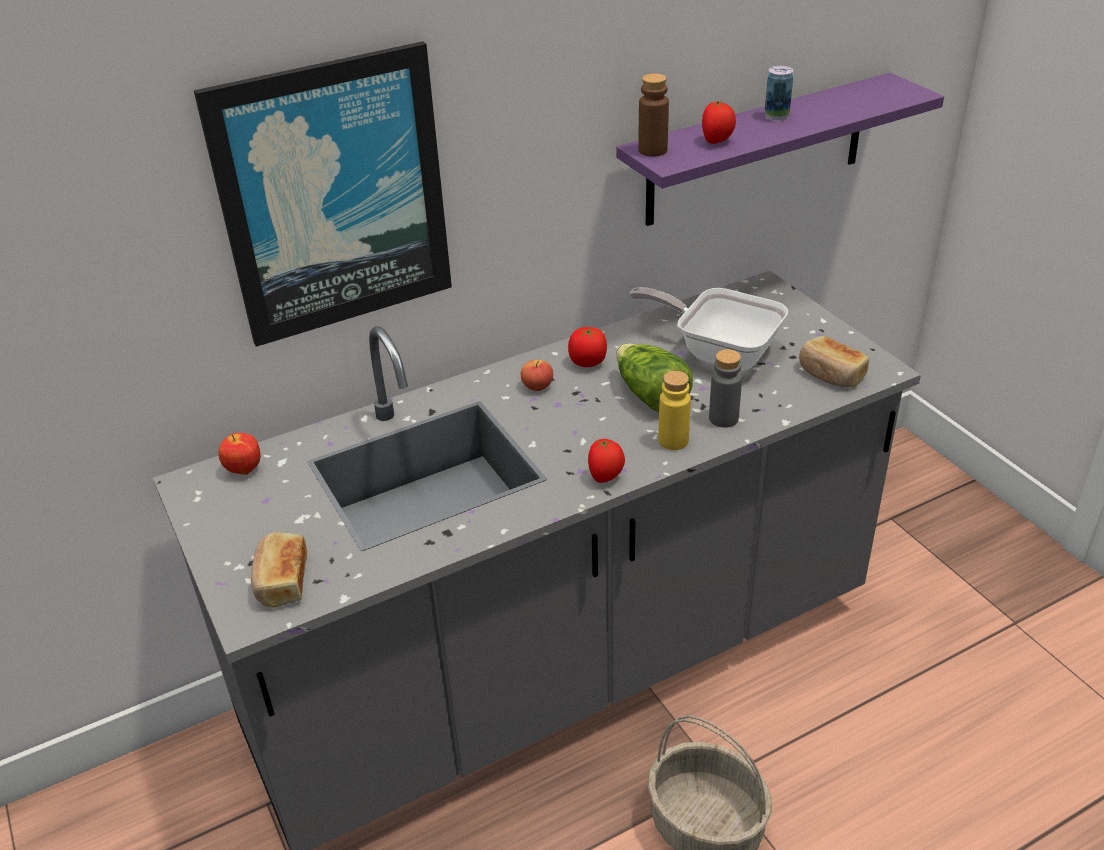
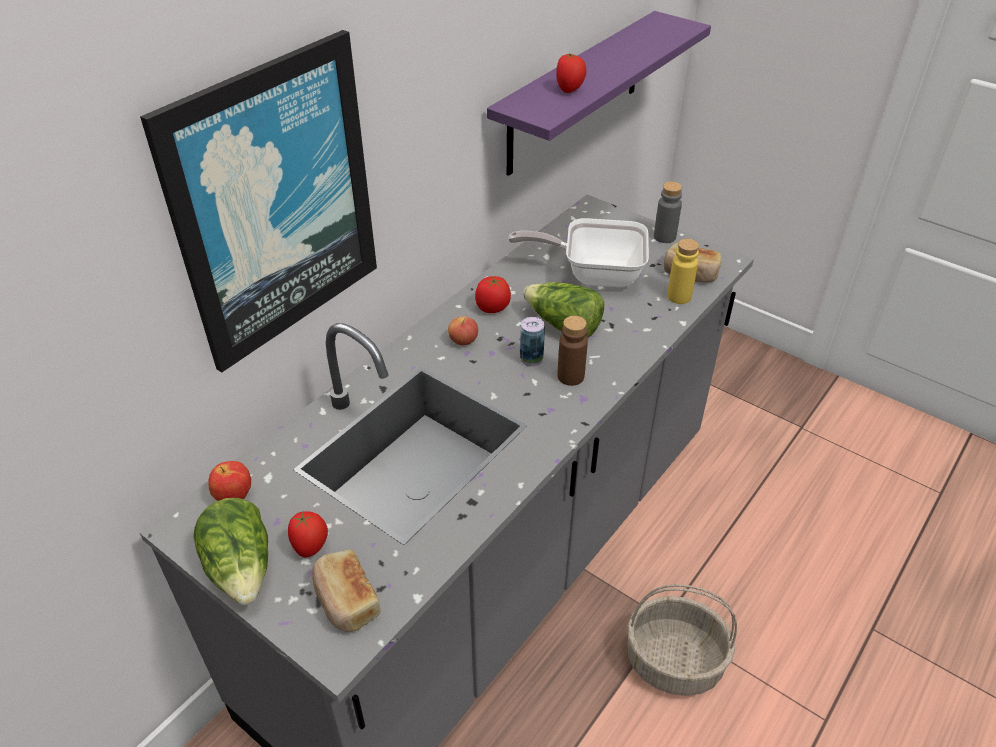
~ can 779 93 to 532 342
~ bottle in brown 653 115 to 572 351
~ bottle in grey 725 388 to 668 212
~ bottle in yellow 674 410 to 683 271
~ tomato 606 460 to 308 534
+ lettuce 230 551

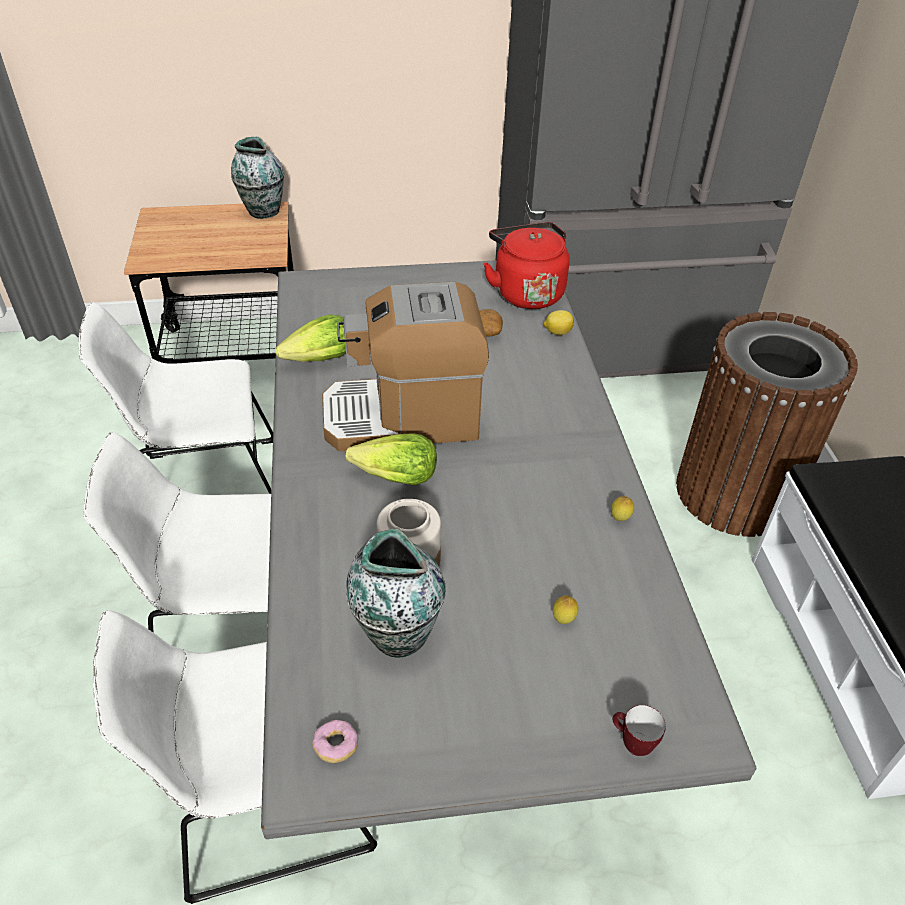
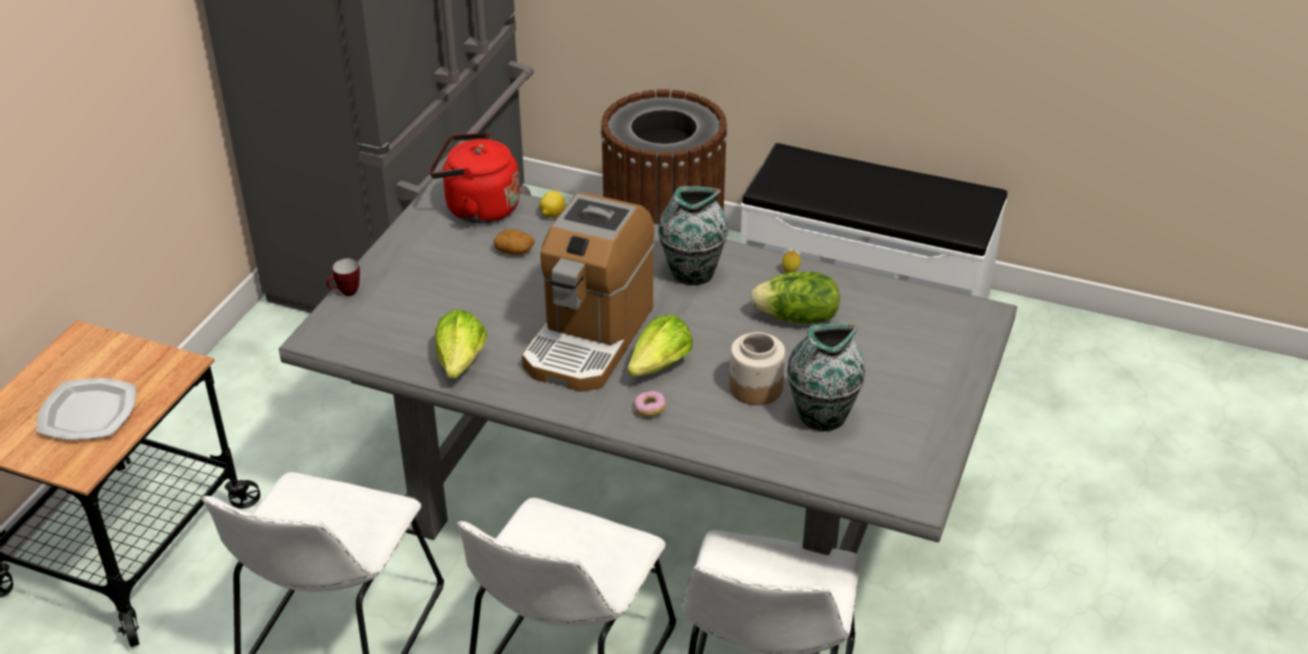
~ vase 257 178 to 693 235
- lemon 566 610
~ mug 639 730 to 343 277
~ donut 335 741 to 650 404
+ lettuce 795 298
+ plate 86 409

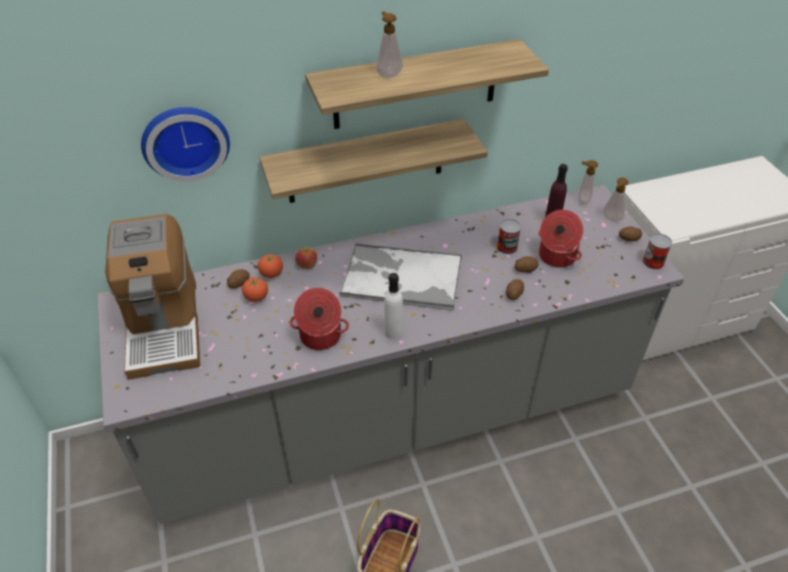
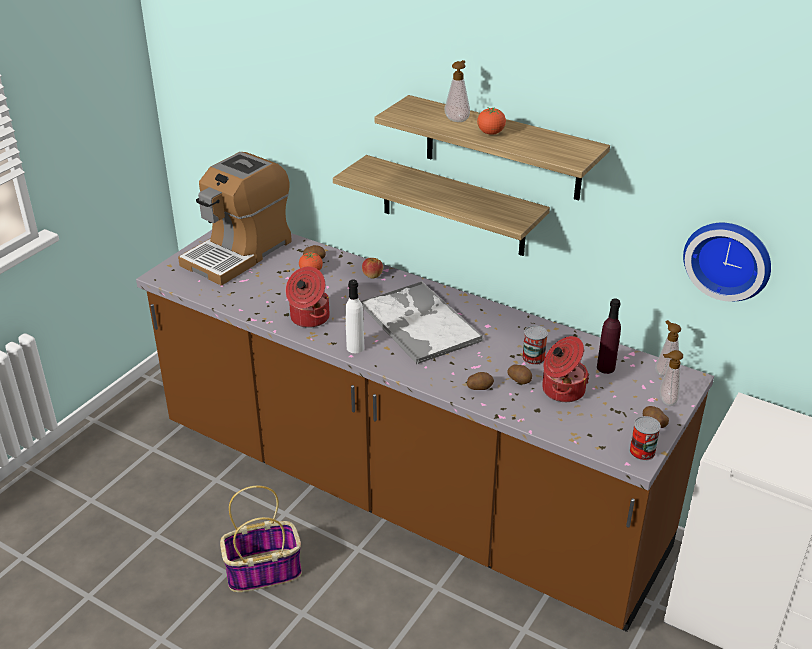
~ wall clock 185 144 to 727 262
~ counter in grey 390 354 to counter in brown 425 431
~ tomato 270 266 to 491 121

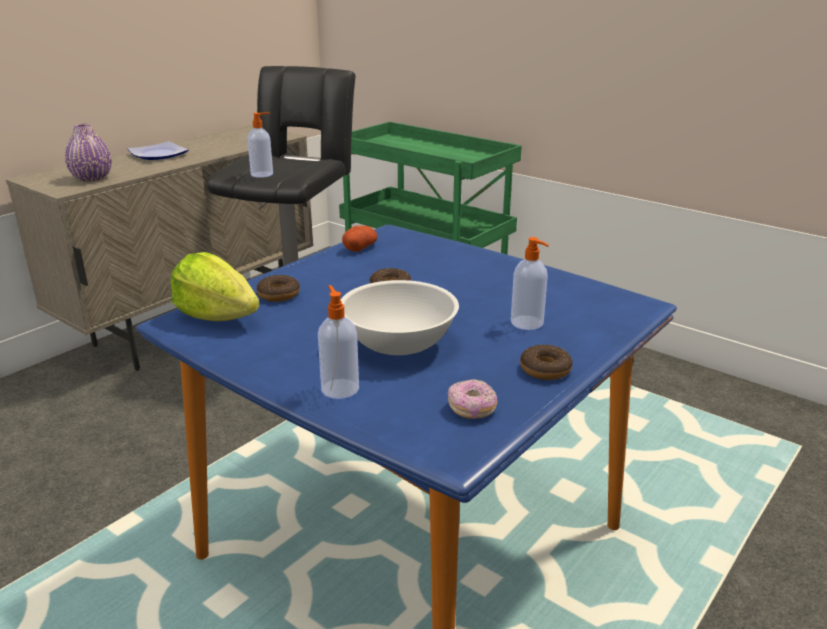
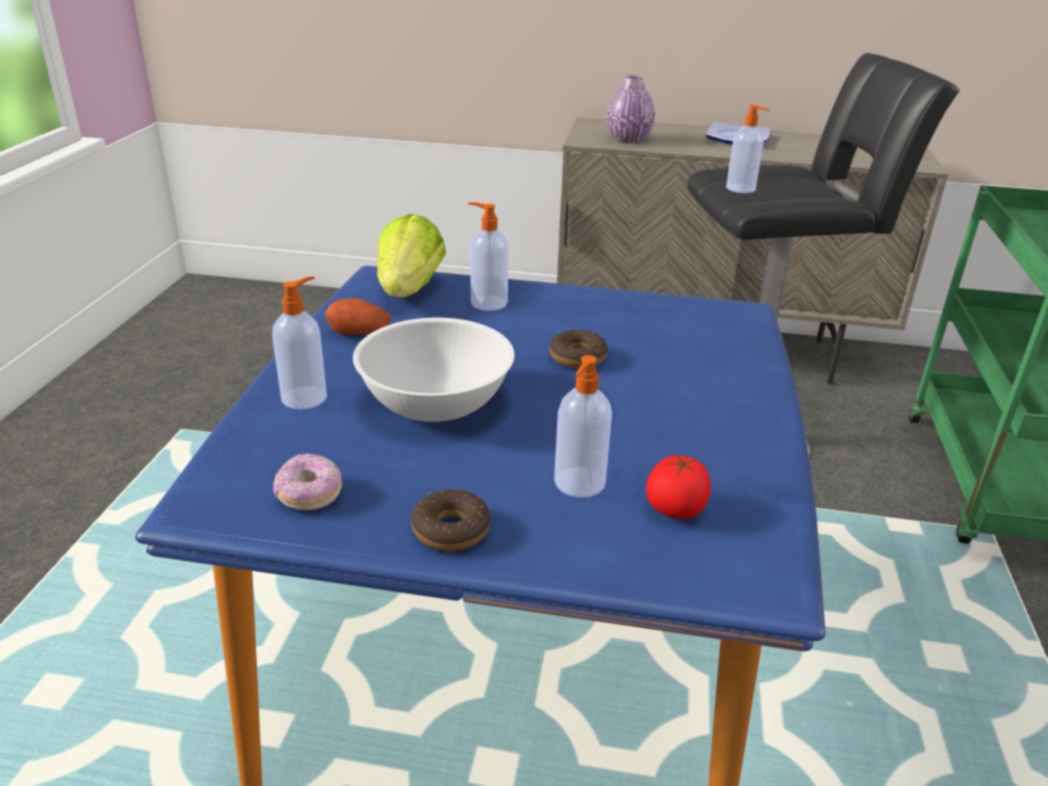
~ potato 359 239 to 358 316
~ donut 278 288 to soap dispenser 488 256
+ tomato 678 486

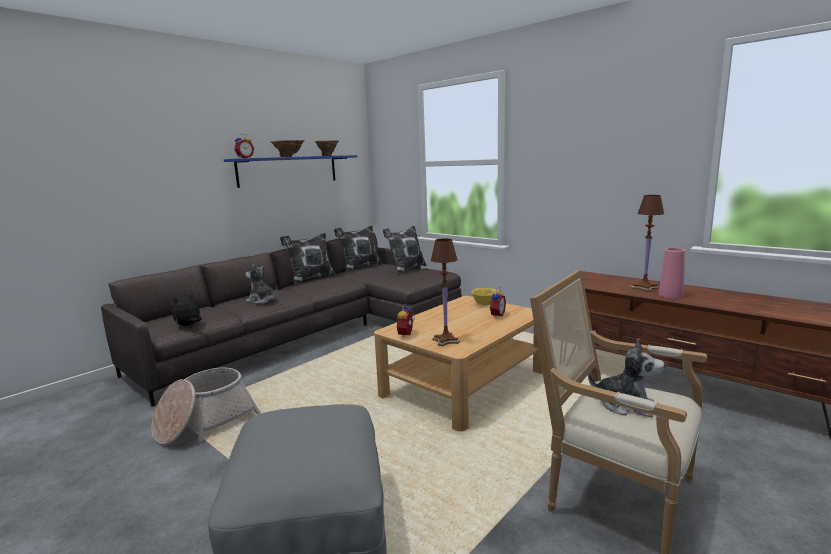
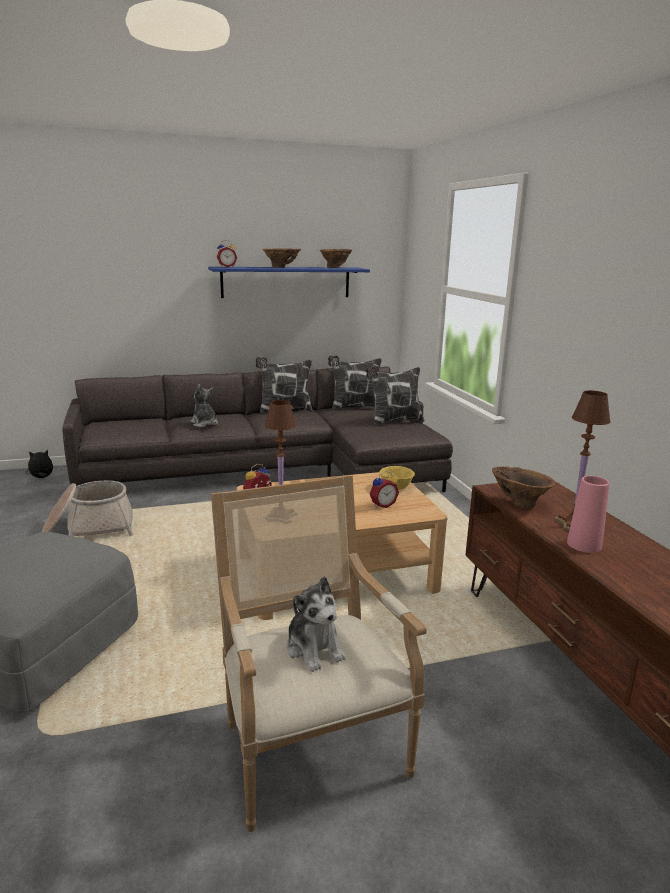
~ plush toy 187 309 to 39 464
+ vase in brown 523 487

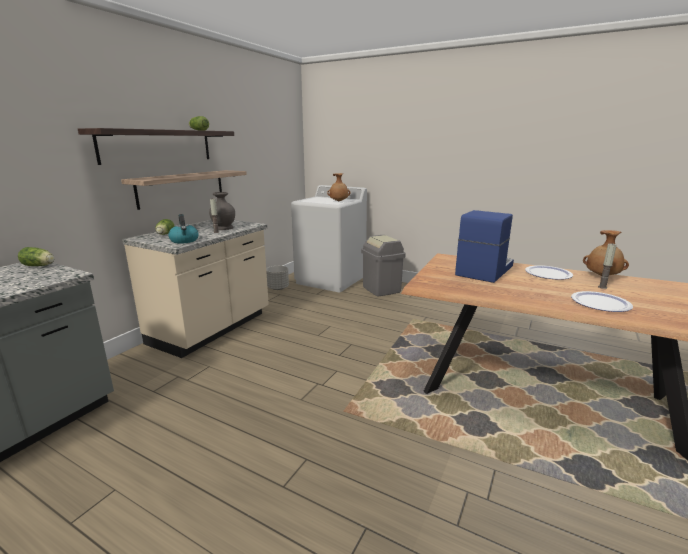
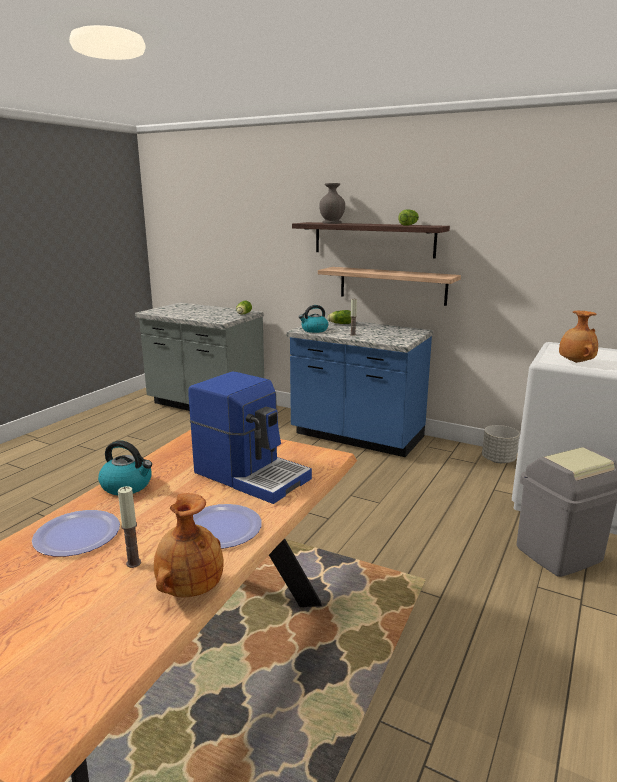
~ vase in grey 222 211 to 332 203
~ counter in beige 195 289 to counter in blue 360 387
+ kettle 125 467

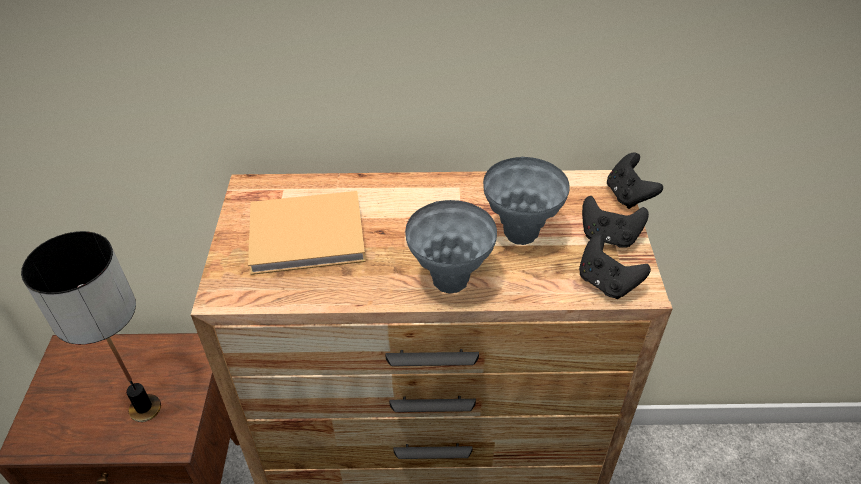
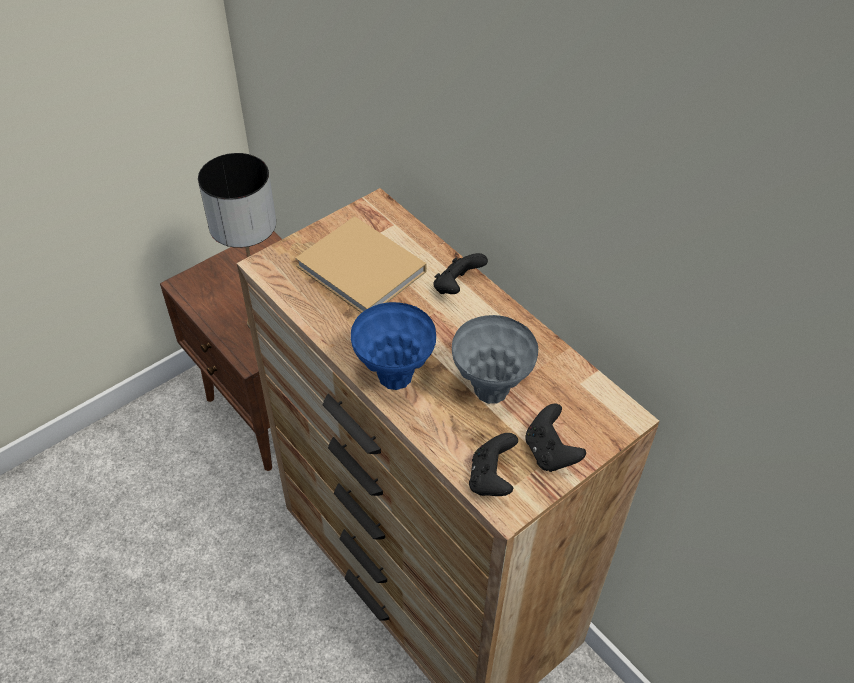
~ game controller in black 635 181 to 460 273
~ vase in grey 451 246 to vase in blue 393 346

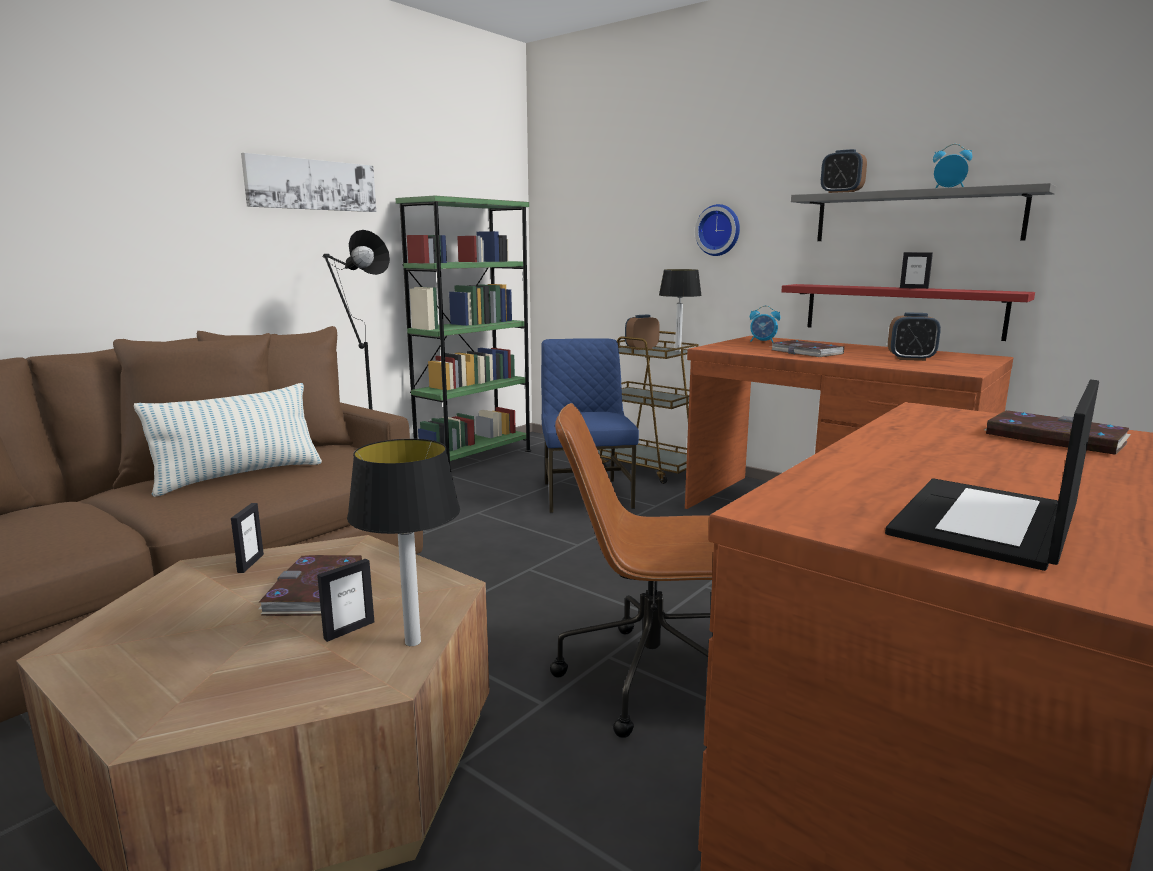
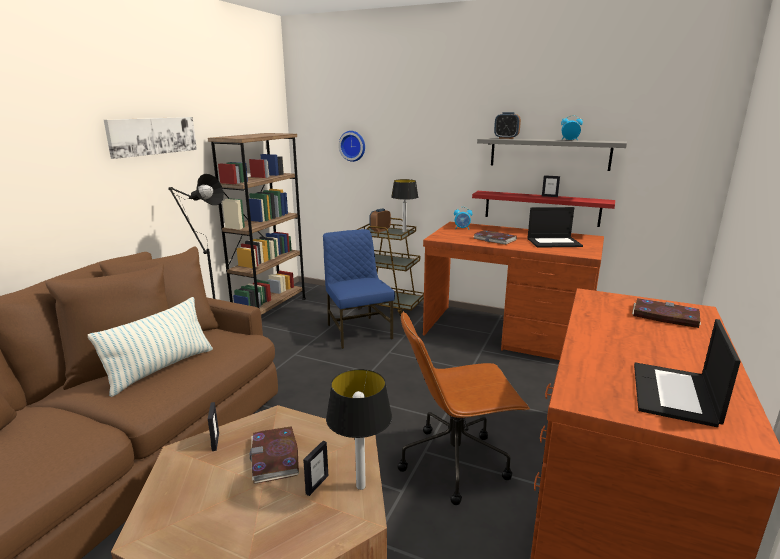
~ bookcase in green 463 329 to bookcase in brown 257 224
~ wall clock 717 230 to 352 146
~ alarm clock 914 337 to laptop 555 227

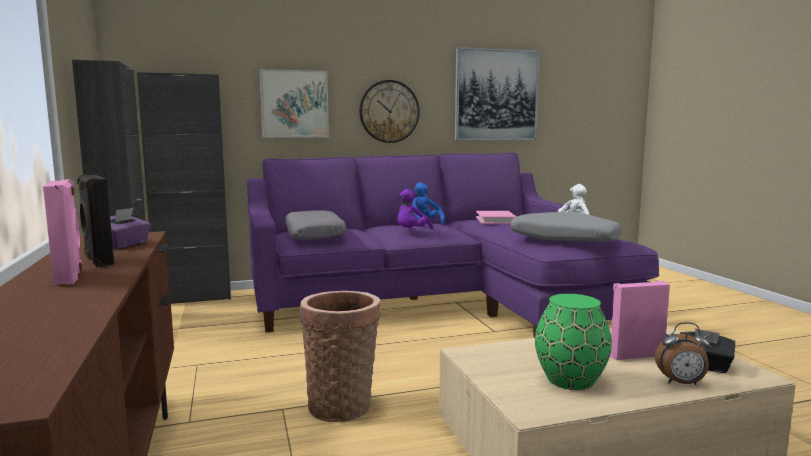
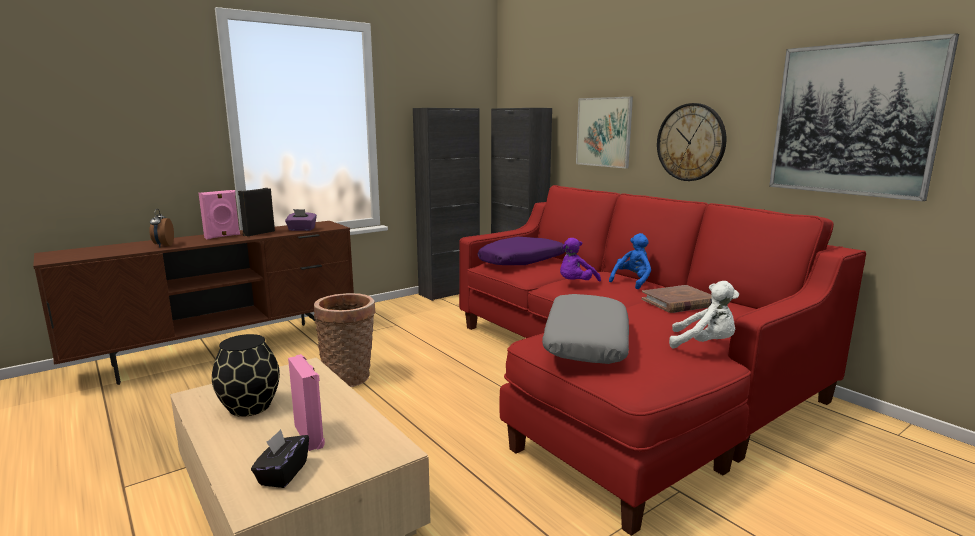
~ sofa in purple 453 245 to sofa in red 662 360
~ plush toy in purple 415 209 = 580 259 60 degrees counterclockwise
~ pillow in grey 315 225 to pillow in purple 521 251
~ book in pink 496 217 to book in brown 676 299
~ vase in green 573 342 to vase in black 246 375
~ alarm clock 682 353 to 161 228

